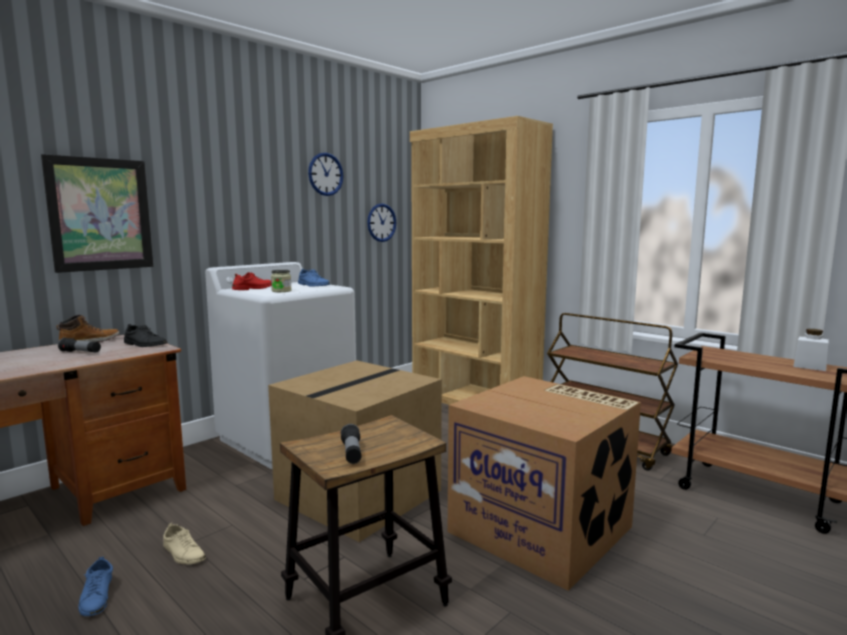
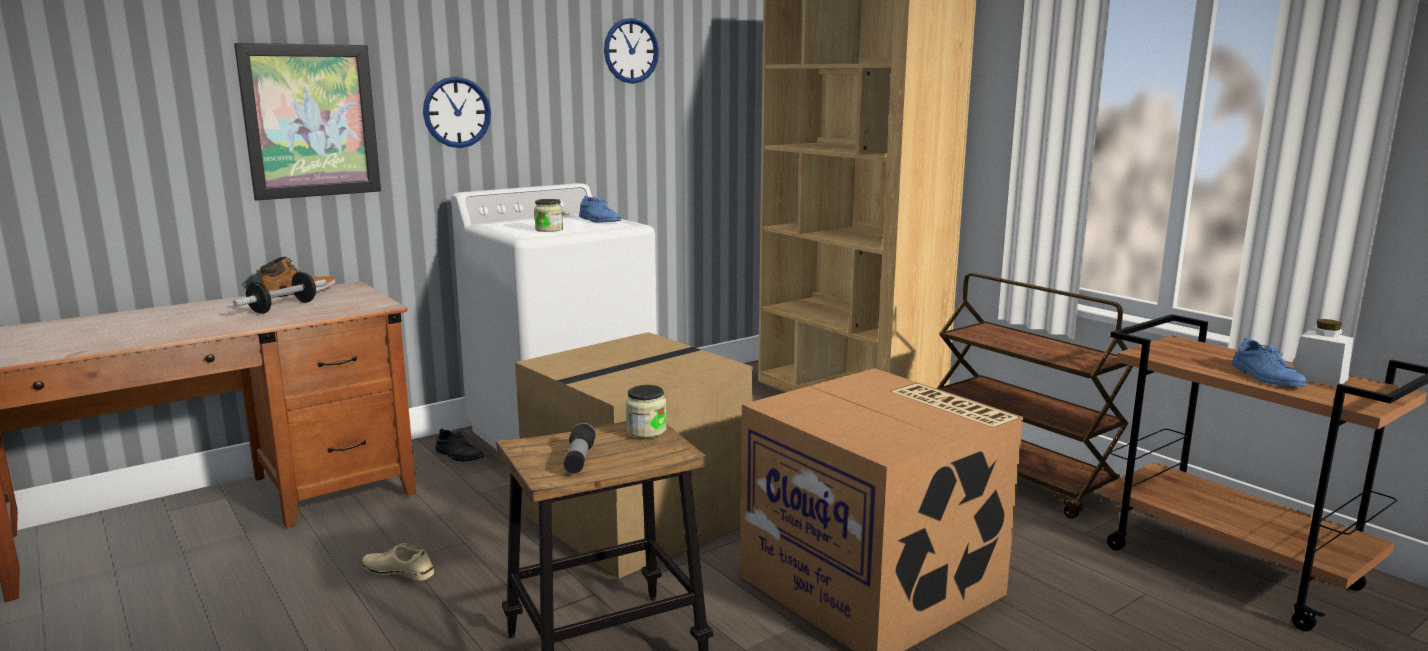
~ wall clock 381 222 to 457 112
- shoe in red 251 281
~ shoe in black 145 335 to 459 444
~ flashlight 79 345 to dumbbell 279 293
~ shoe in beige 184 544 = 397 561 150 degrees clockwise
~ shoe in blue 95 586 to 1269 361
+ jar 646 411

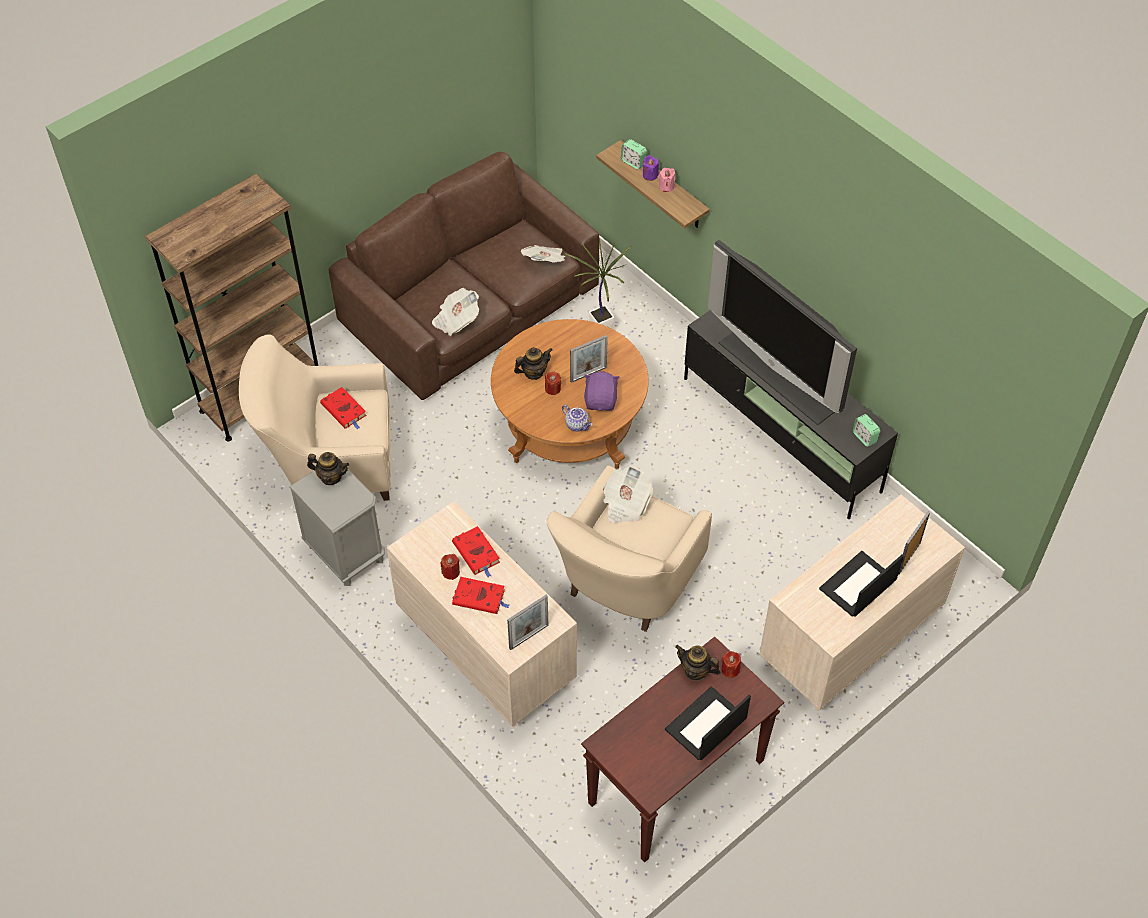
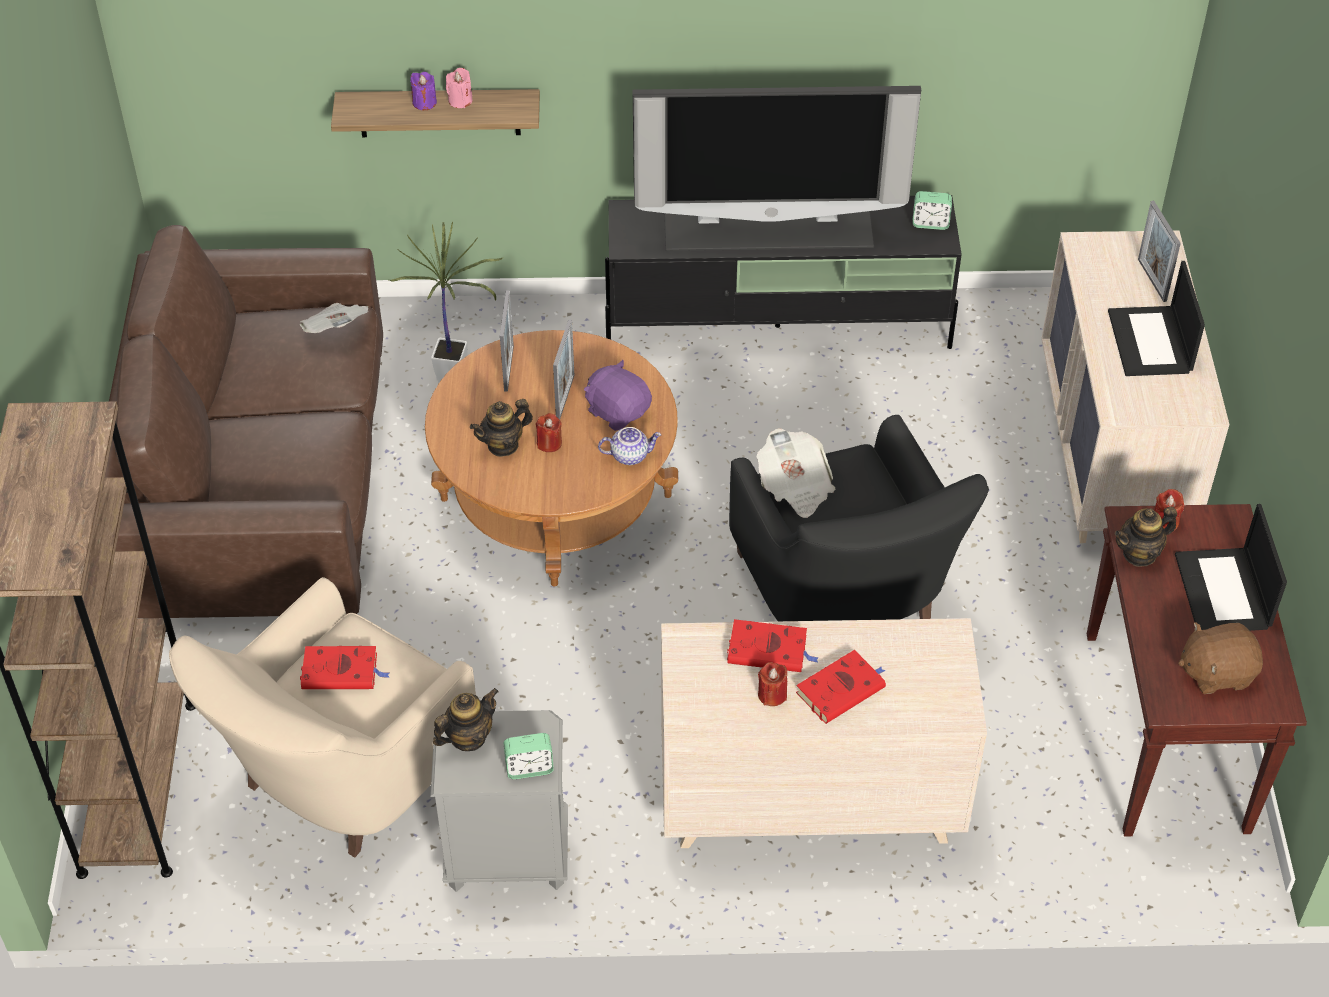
~ alarm clock 634 154 to 529 756
- newspaper 455 312
~ teapot 533 363 = 501 428 135 degrees counterclockwise
~ armchair in beige 629 548 to armchair in black 859 518
~ picture frame 527 622 to 507 341
+ plush toy in brown 1220 658

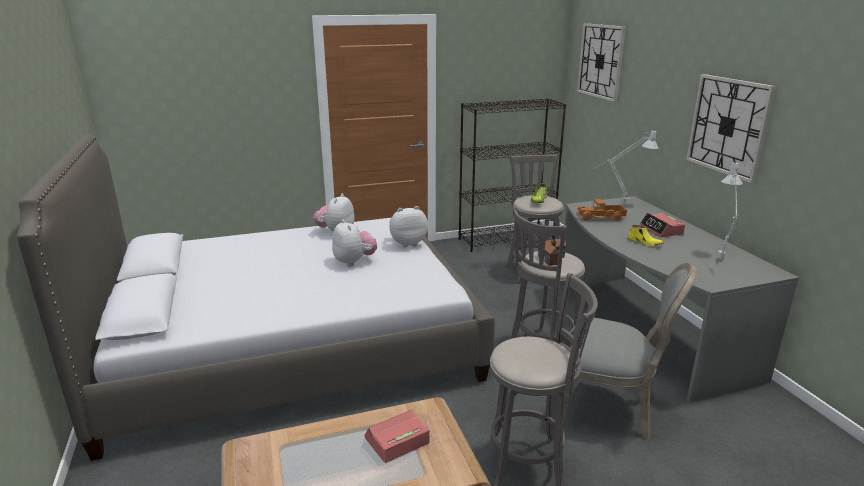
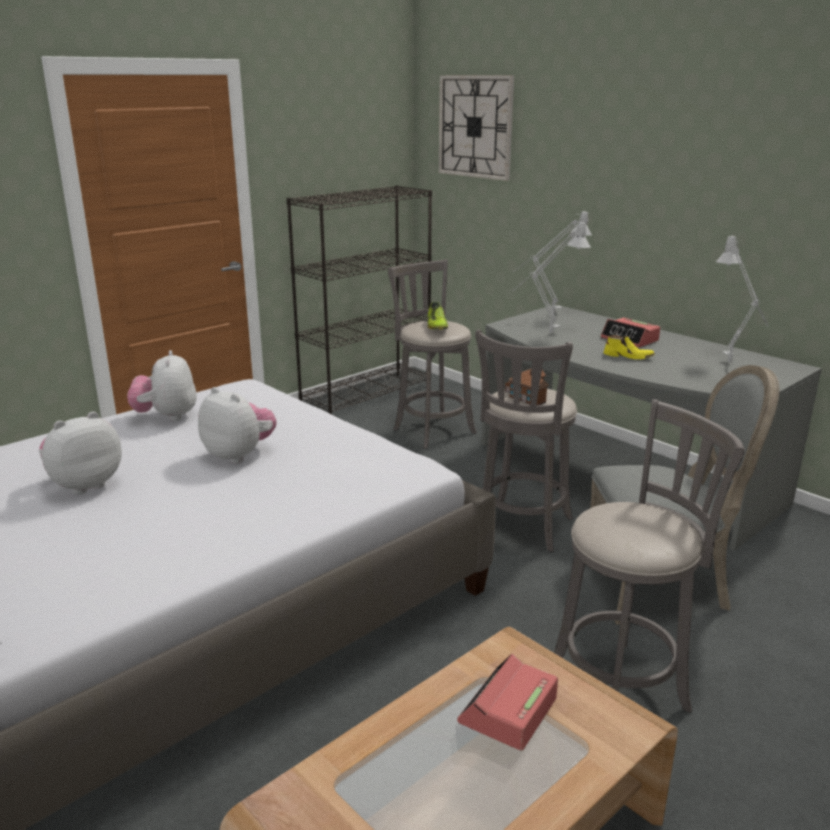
- wall clock 731 128
~ toy truck 601 210 to table lamp in grey 551 277
~ plush toy 408 226 to 80 453

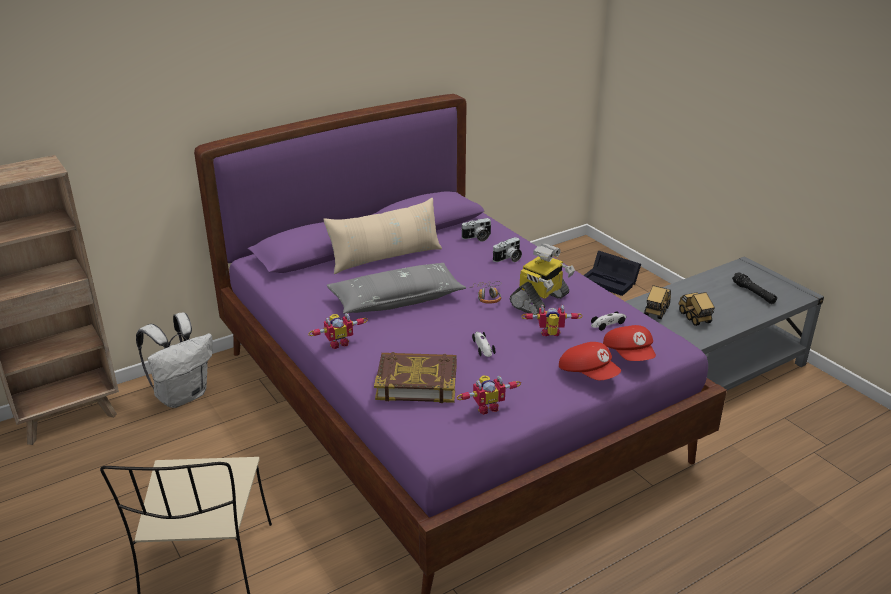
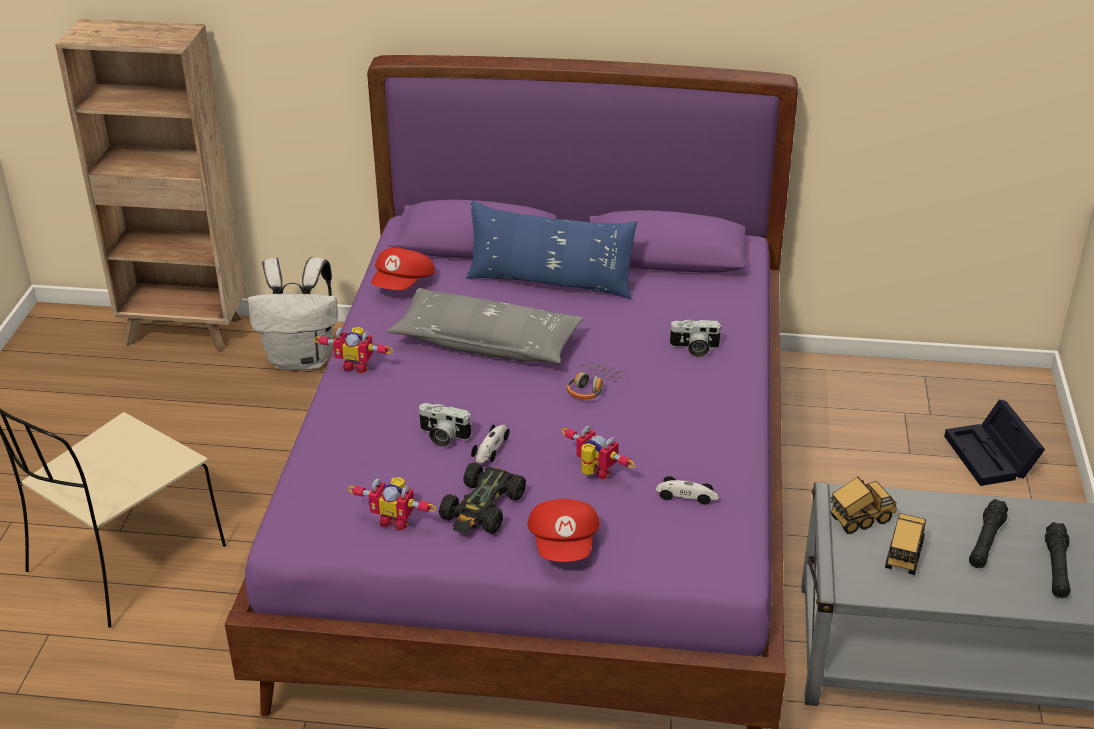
~ pillow in beige 382 236 to pillow in blue 551 249
~ photo camera 477 229 to 445 425
- toy robot 542 279
~ cap in red 629 343 to 403 268
- book 415 377
+ toy car in black 482 498
+ flashlight in black 988 533

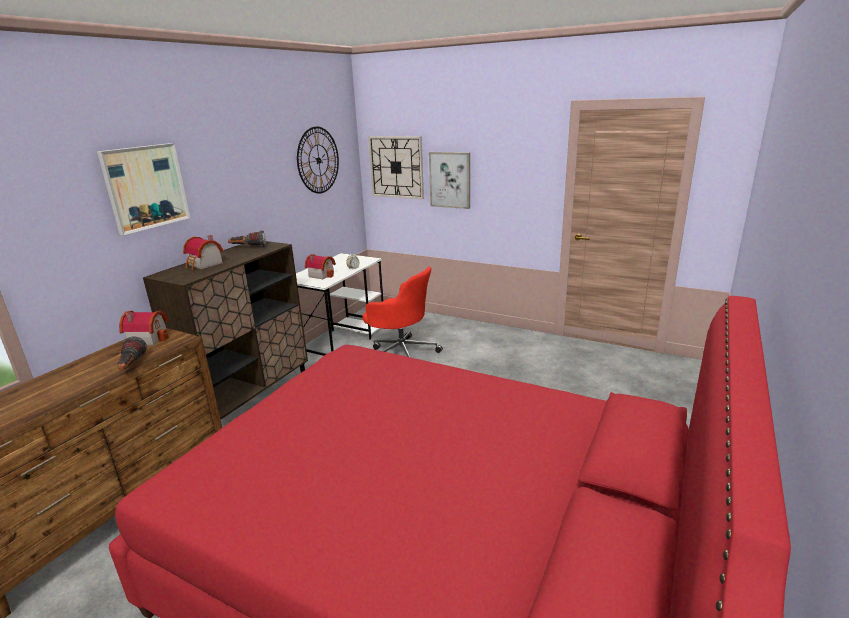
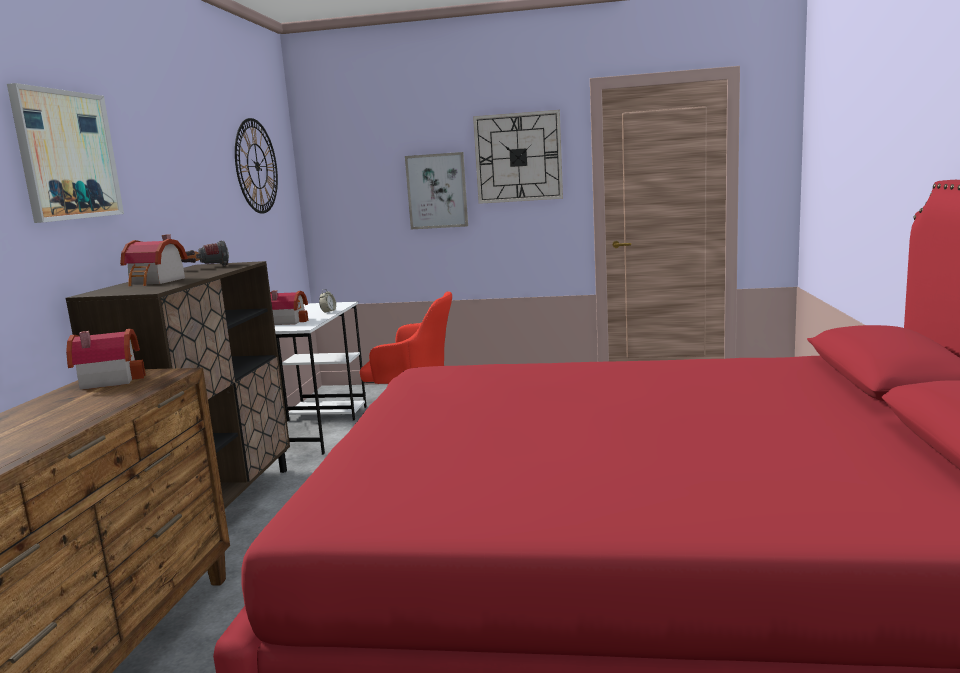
~ wall clock 396 167 to 518 157
- flashlight 132 353

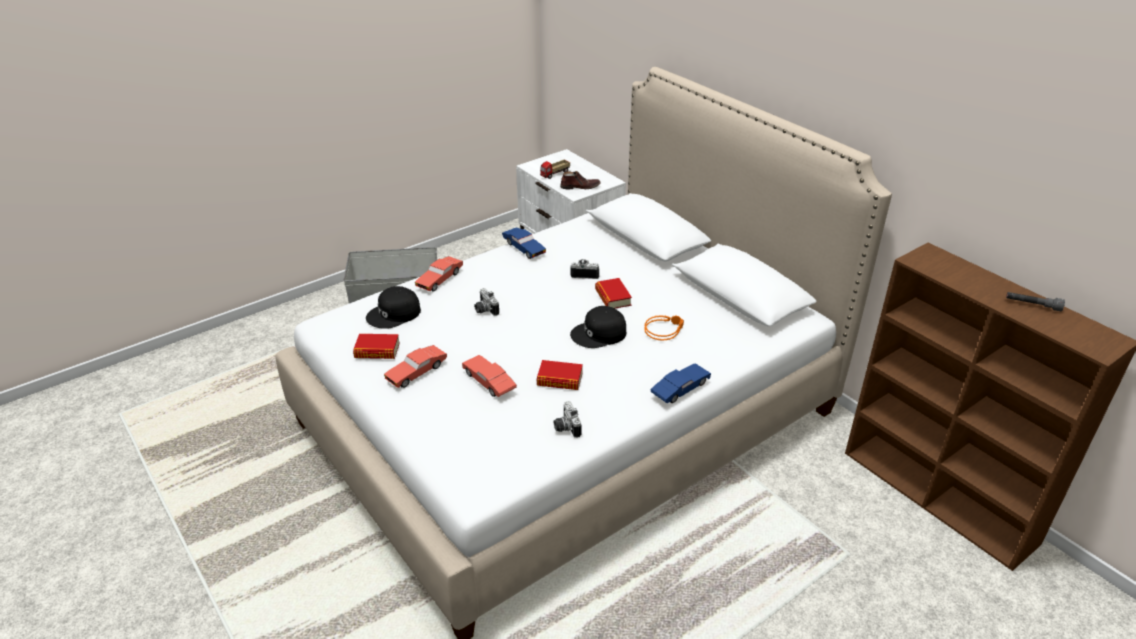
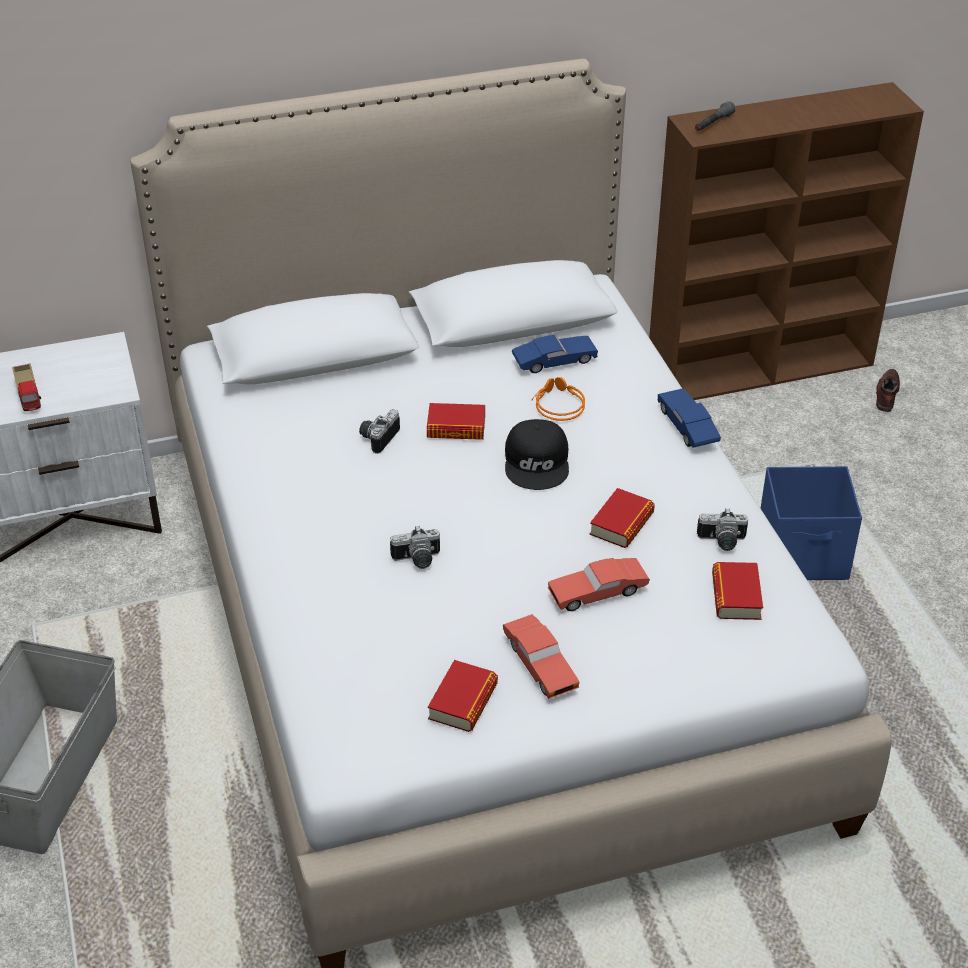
~ shoe in brown 580 180 to 888 390
~ toy car in blue 524 243 to 555 354
- toy car in red 439 274
- cap in black 393 307
~ flashlight in grey 1035 301 to 715 116
+ storage box in blue 811 523
+ book 737 591

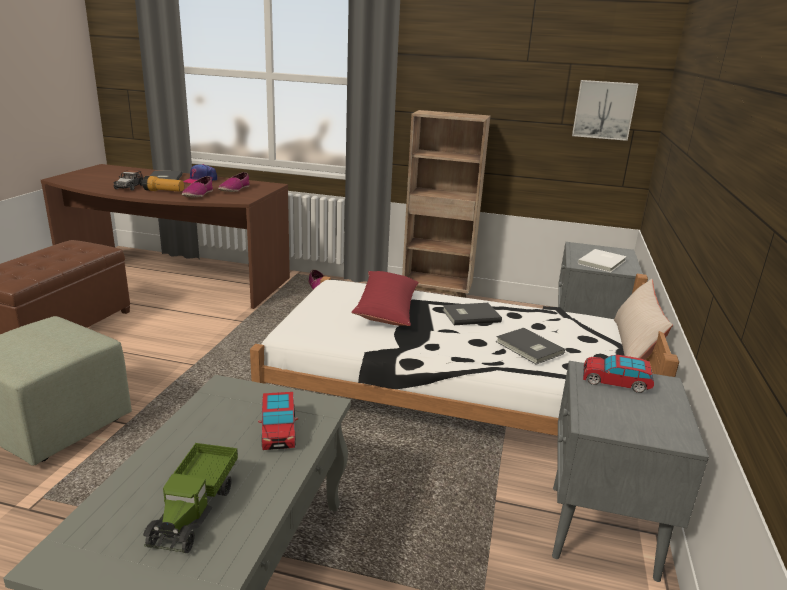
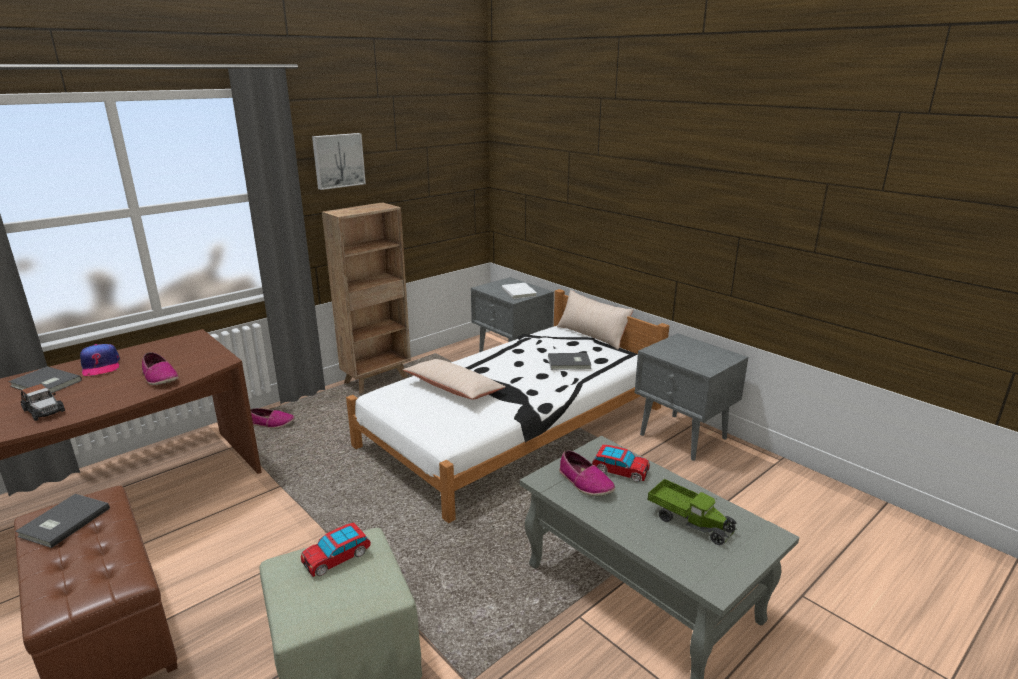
~ picture 605 110 to 339 161
~ shoe 234 182 to 587 473
- flashlight 163 184
~ pillow in red 385 298 to pillow in beige 454 379
~ book in grey 472 314 to 62 521
~ toy car 618 374 to 336 550

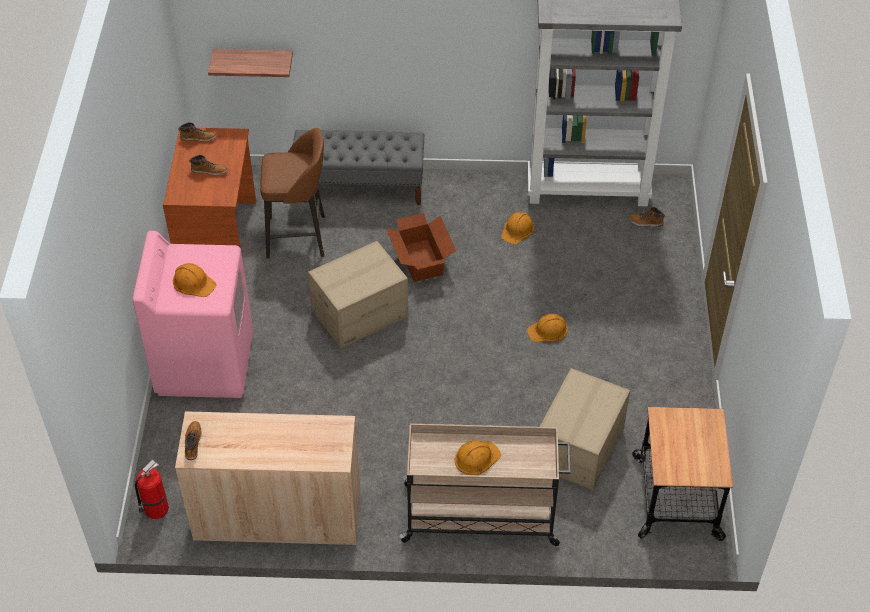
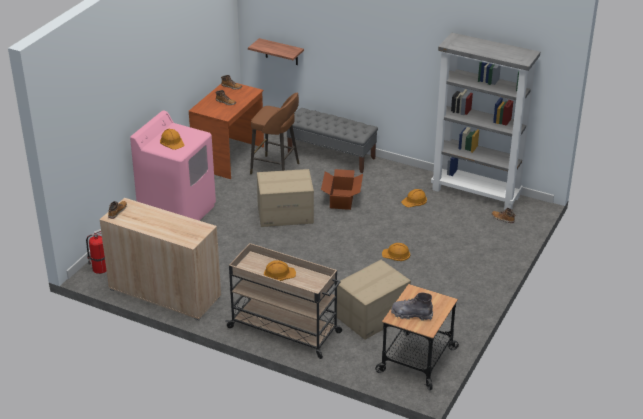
+ boot in grey 412 306

